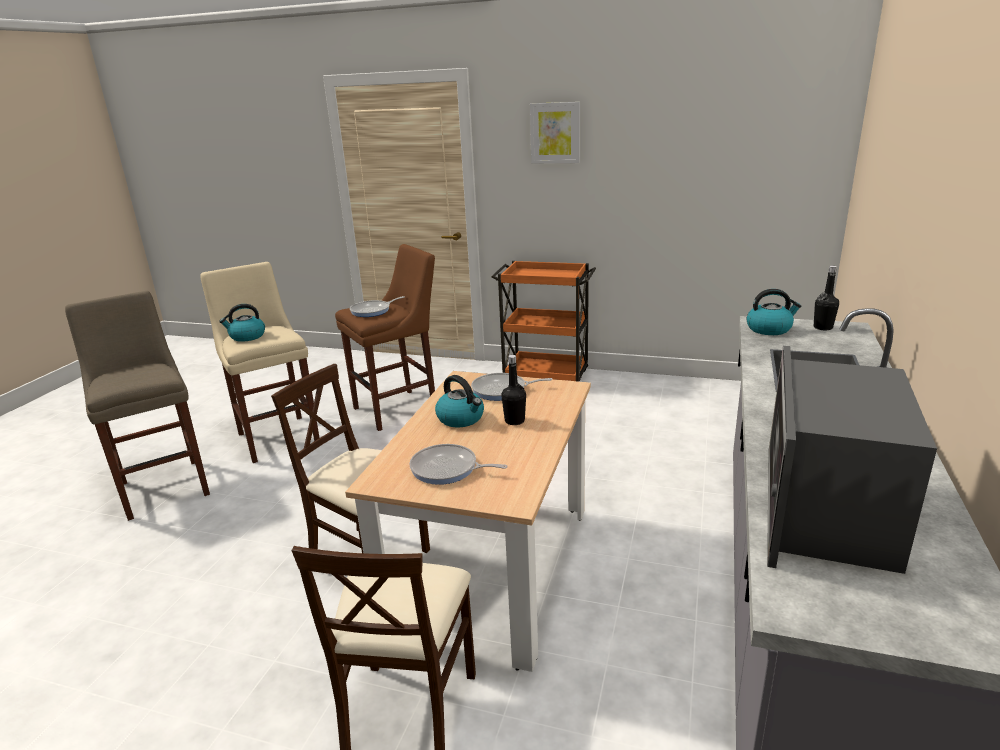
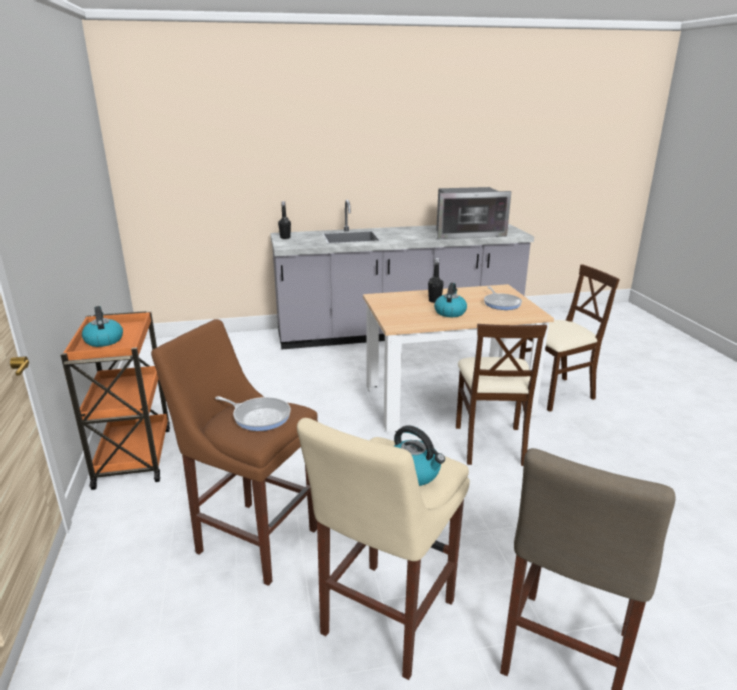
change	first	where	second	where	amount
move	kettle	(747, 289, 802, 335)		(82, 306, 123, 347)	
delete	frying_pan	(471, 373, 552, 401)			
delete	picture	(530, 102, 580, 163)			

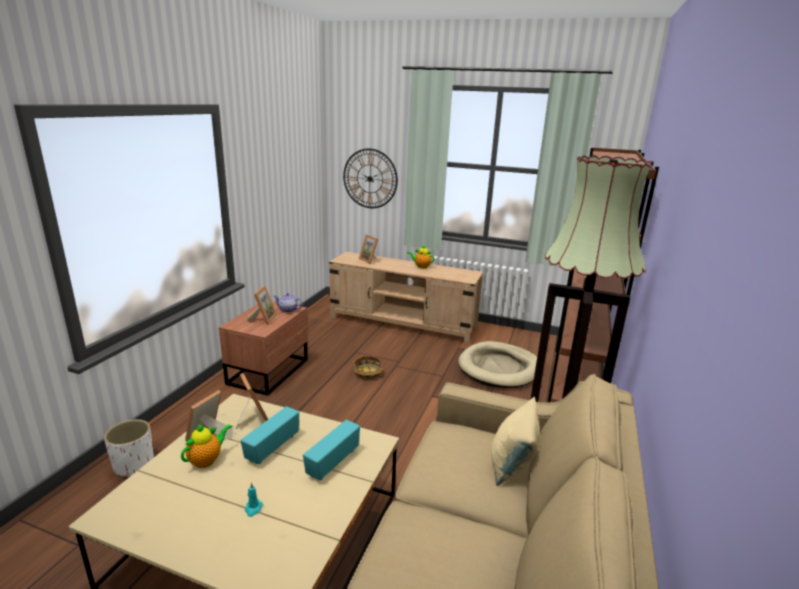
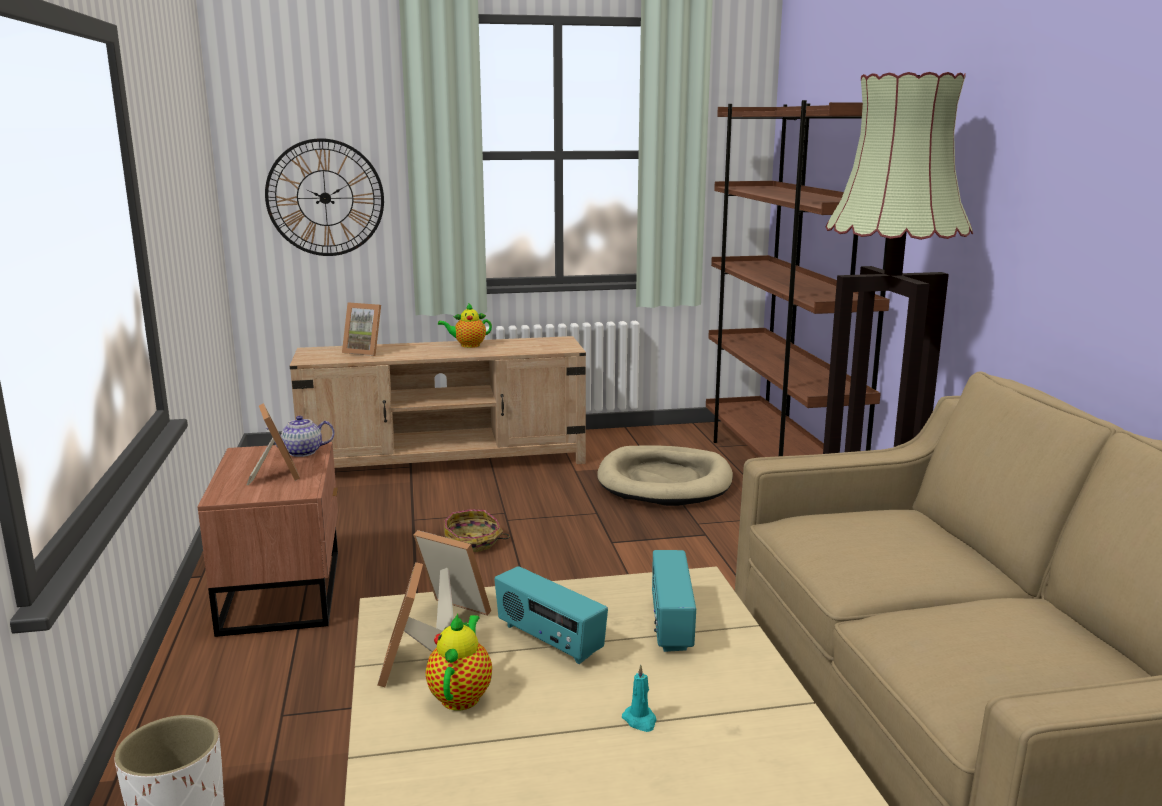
change	first	where	second	where	amount
rotate	radio	(241, 406, 299, 465)		(494, 566, 608, 664)	45 degrees counterclockwise
delete	beige_pillow	(491, 397, 540, 486)			

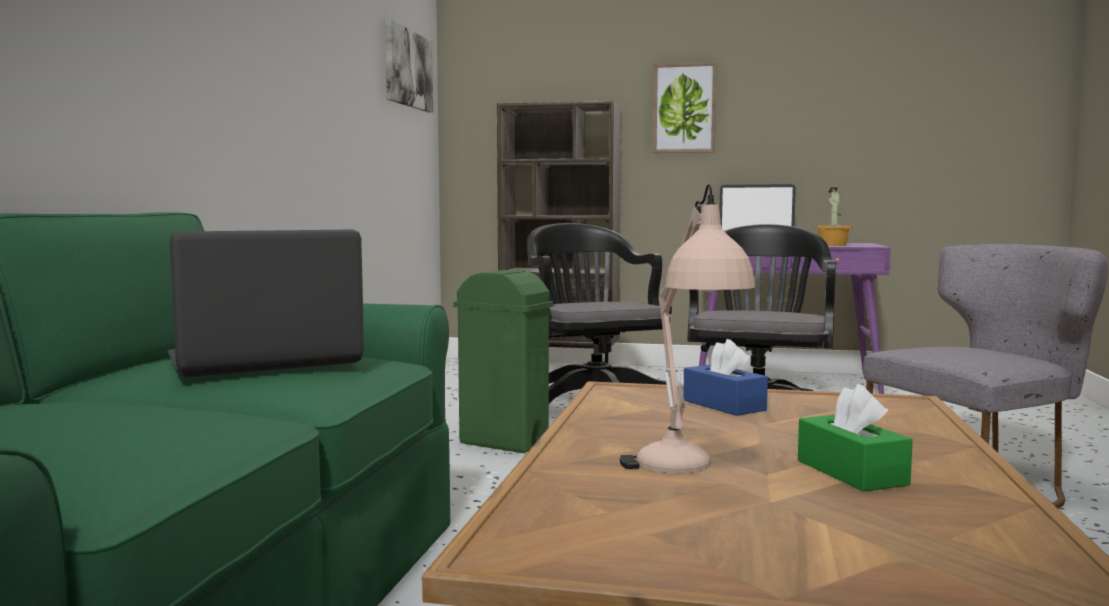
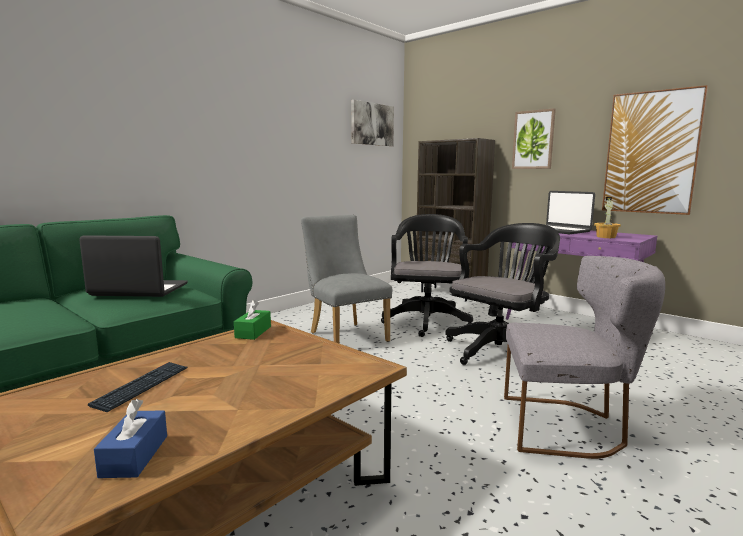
change	first	where	second	where	amount
replace	beige_table_lamp	(620, 184, 755, 474)	keyboard	(88, 362, 188, 412)	
move	blue_tissue_box	(683, 339, 768, 416)		(94, 399, 167, 478)	
move	green_tissue_box	(798, 384, 913, 491)		(234, 300, 271, 340)	
replace	green_trash_can	(453, 270, 553, 453)	grey_chair	(301, 215, 392, 343)	
insert			picture	(602, 85, 708, 215)	

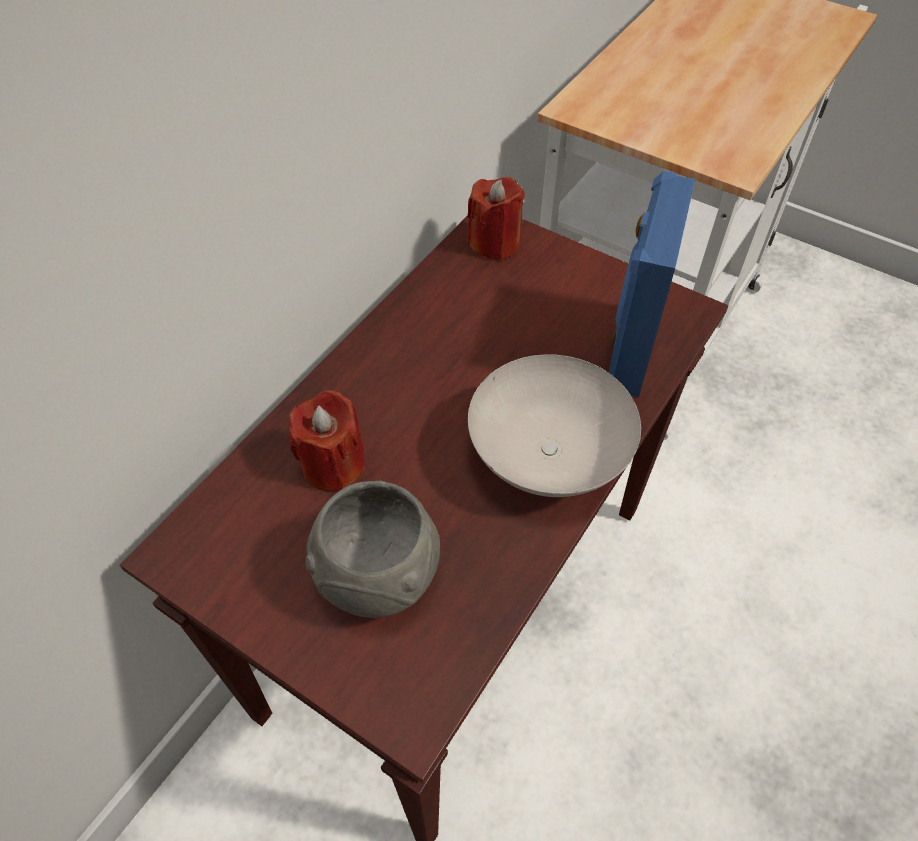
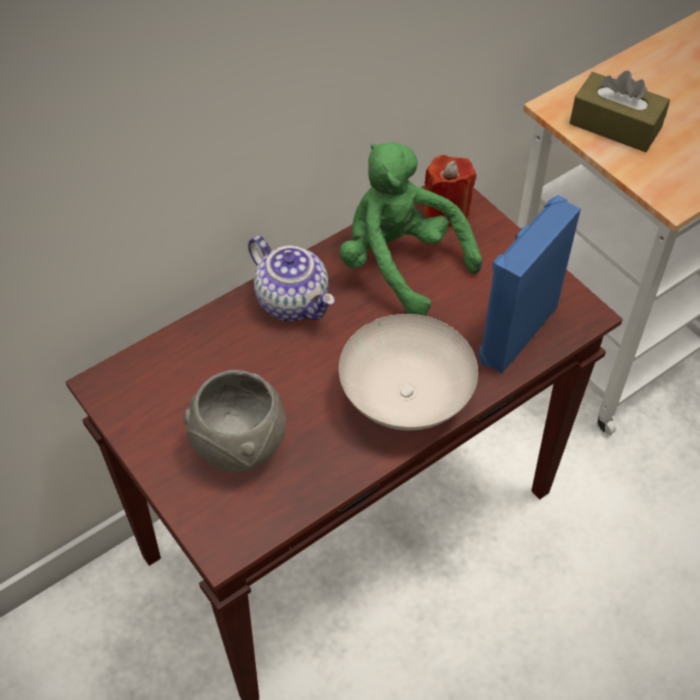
change	first	where	second	where	amount
insert			teapot	(248, 236, 335, 321)	
insert			green_plush_toy	(339, 142, 483, 316)	
insert			brown_tissue_box	(570, 71, 670, 152)	
delete	red_candle	(289, 390, 365, 491)			

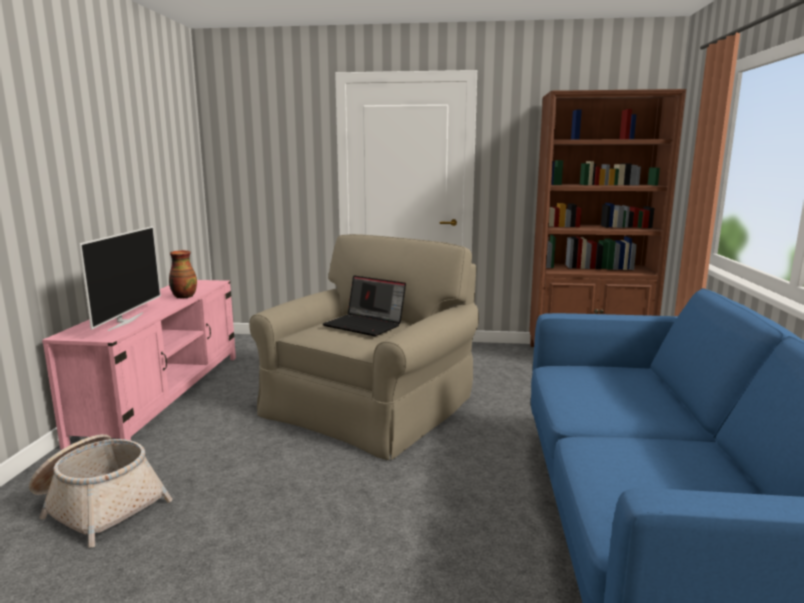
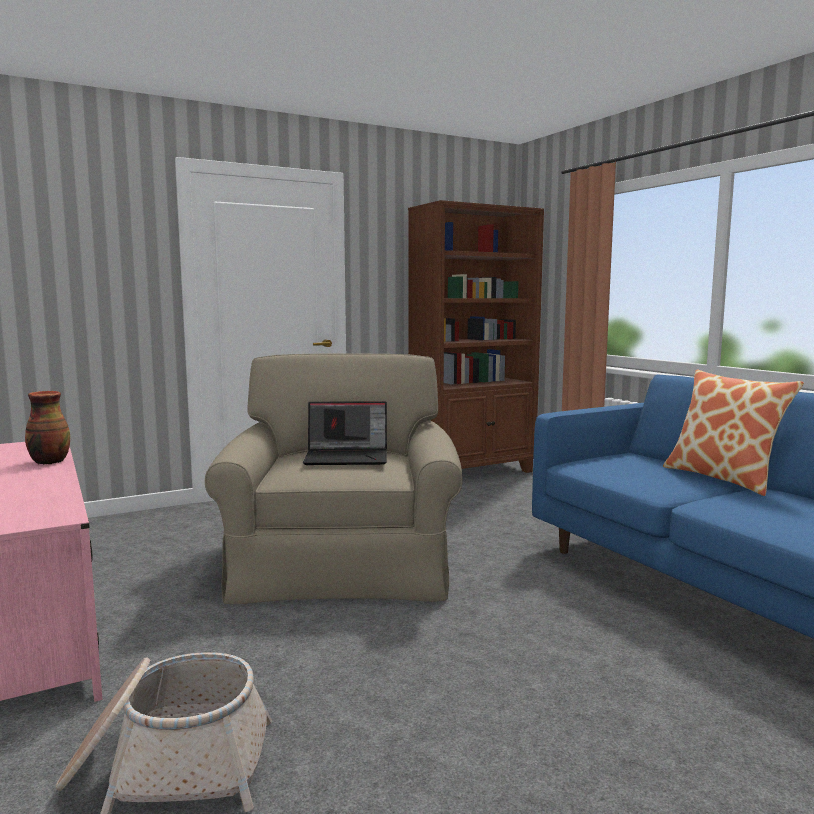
change	first	where	second	where	amount
insert			pillow	(663, 370, 804, 496)	
delete	television	(79, 226, 161, 331)			

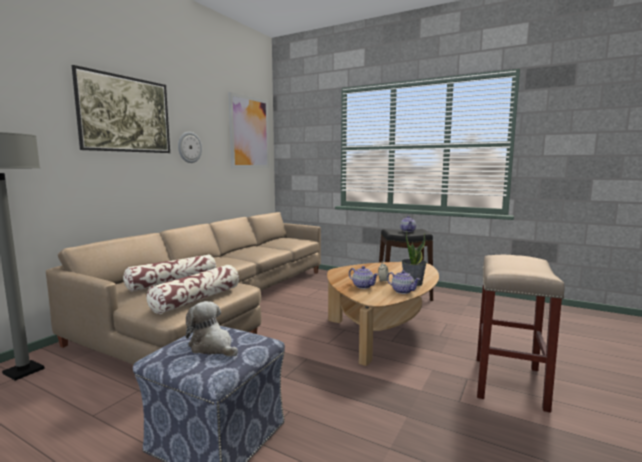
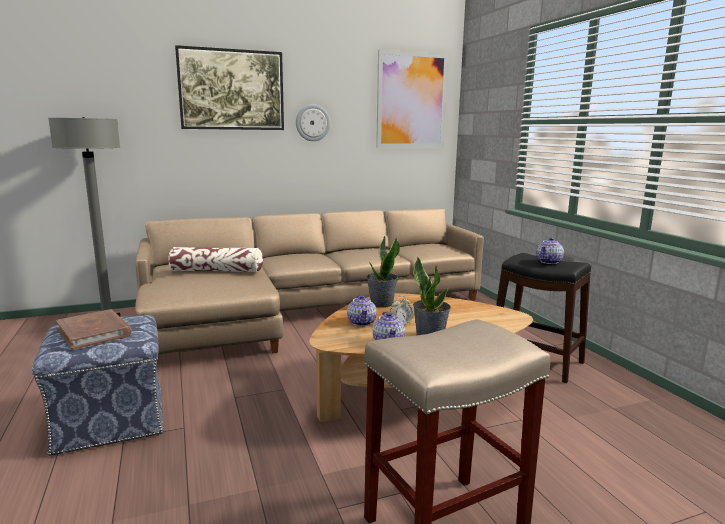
change	first	where	second	where	amount
replace	plush_toy	(186, 301, 238, 357)	brown_book	(56, 309, 132, 350)	
insert			potted_plant	(366, 236, 400, 308)	
delete	pillow	(146, 265, 239, 314)			

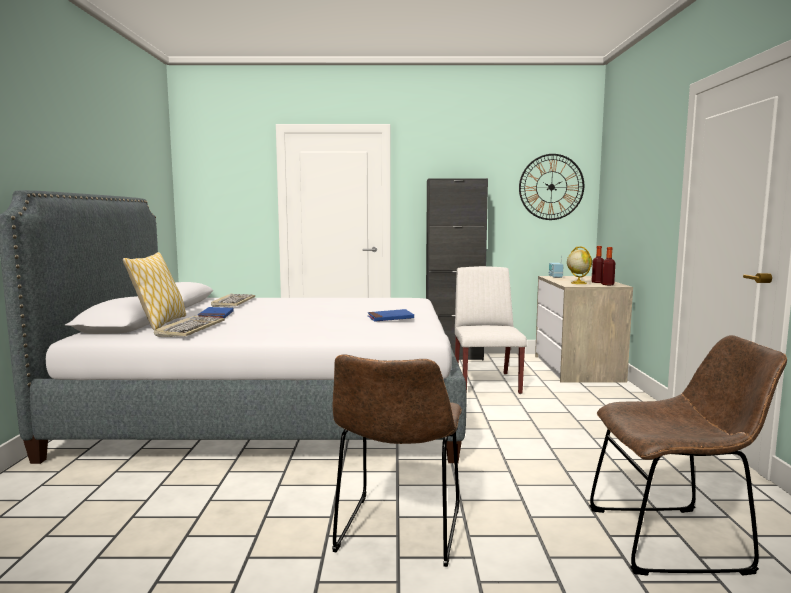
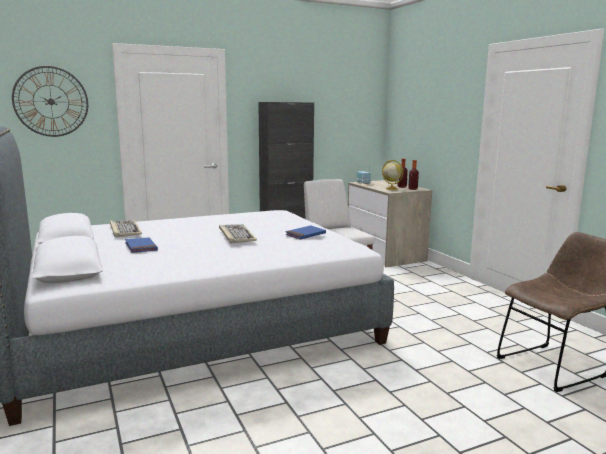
change	first	where	second	where	amount
move	wall_clock	(519, 154, 584, 220)		(12, 66, 88, 137)	
move	keyboard	(154, 316, 225, 337)		(219, 224, 257, 244)	
delete	pillow	(123, 252, 186, 330)			
delete	brown_chair	(332, 354, 462, 567)			

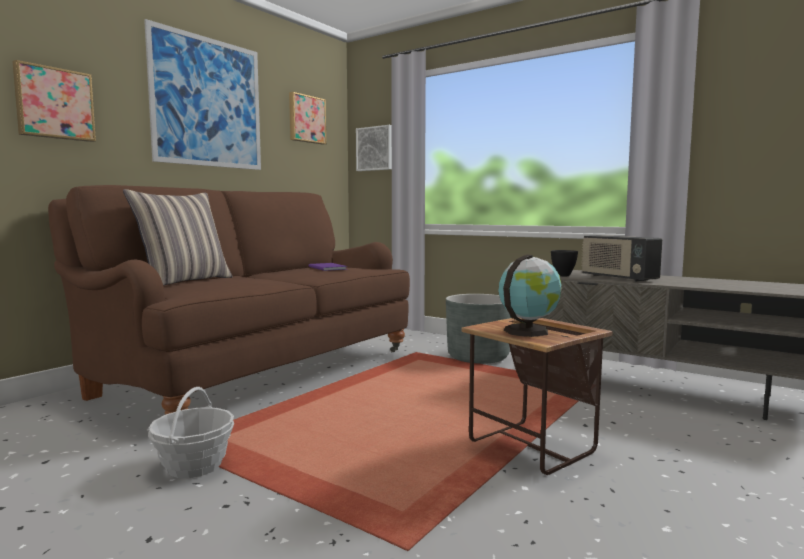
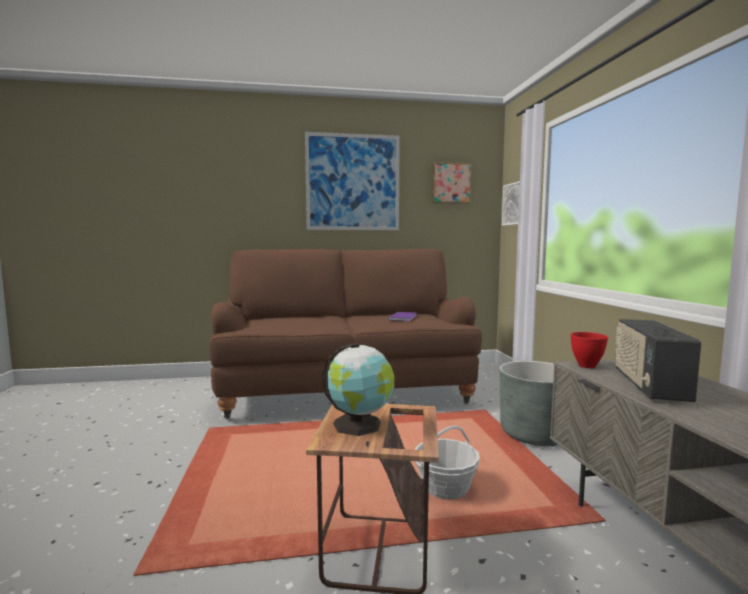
change	first	where	second	where	amount
move	basket	(148, 387, 234, 478)		(415, 426, 480, 499)	
recolor	black_bowl	(551, 250, 578, 276)	red_bowl	(570, 332, 608, 368)	
delete	picture	(12, 60, 96, 142)			
delete	pillow	(123, 189, 232, 286)			

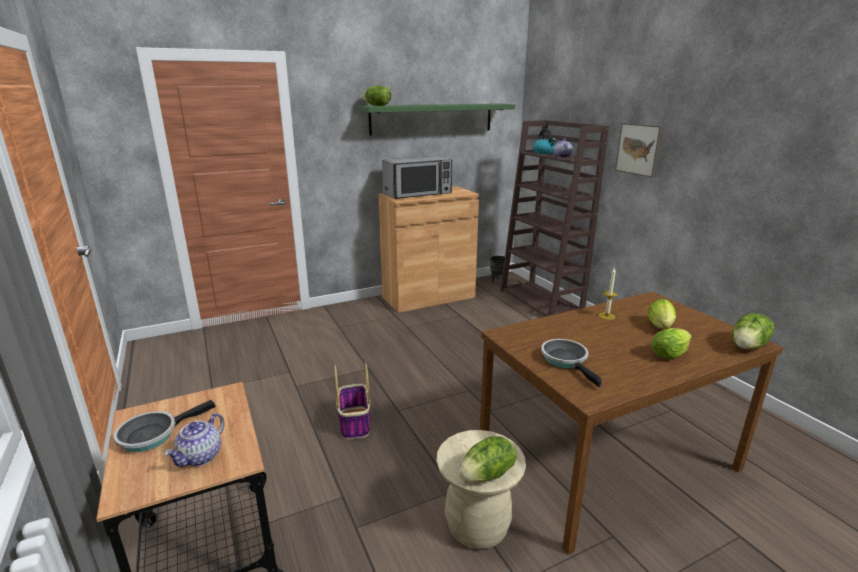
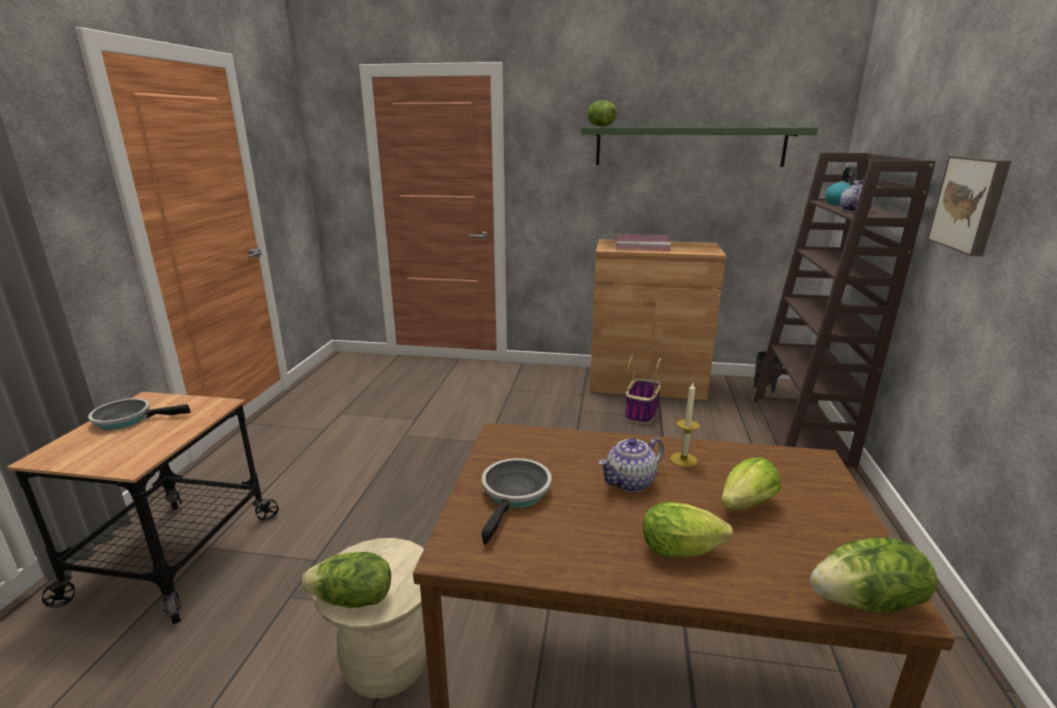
change	first	where	second	where	amount
move	teapot	(164, 413, 225, 467)		(598, 438, 664, 492)	
replace	microwave	(382, 156, 452, 199)	pink_tray	(616, 234, 671, 251)	
move	basket	(335, 363, 370, 439)		(625, 353, 663, 424)	

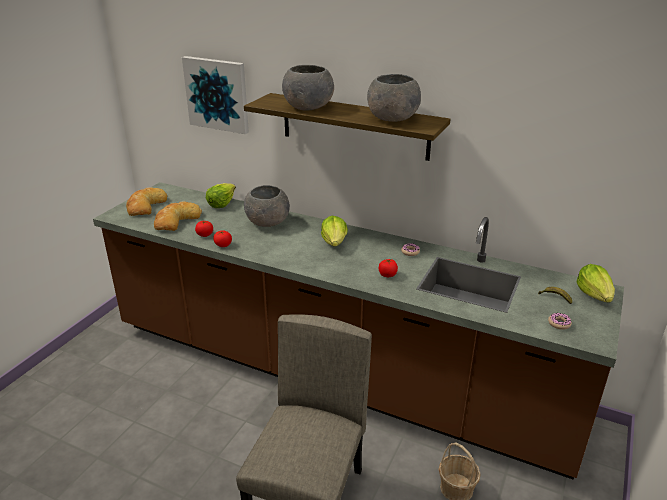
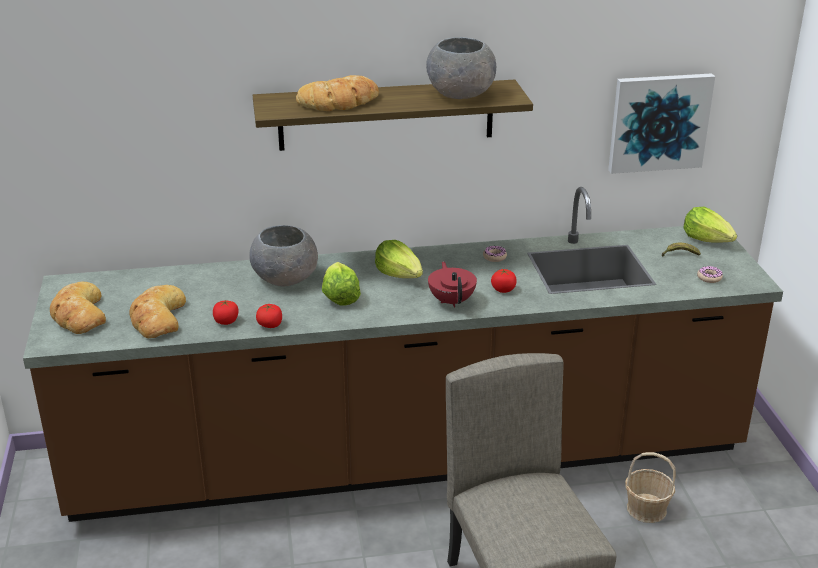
change	first	where	second	where	amount
replace	grey_bowl	(282, 65, 334, 111)	bread	(296, 75, 379, 111)	
move	lettuce	(206, 183, 236, 208)		(322, 262, 361, 306)	
insert			red_teapot	(428, 261, 477, 307)	
move	picture	(182, 56, 249, 134)		(608, 73, 715, 174)	

